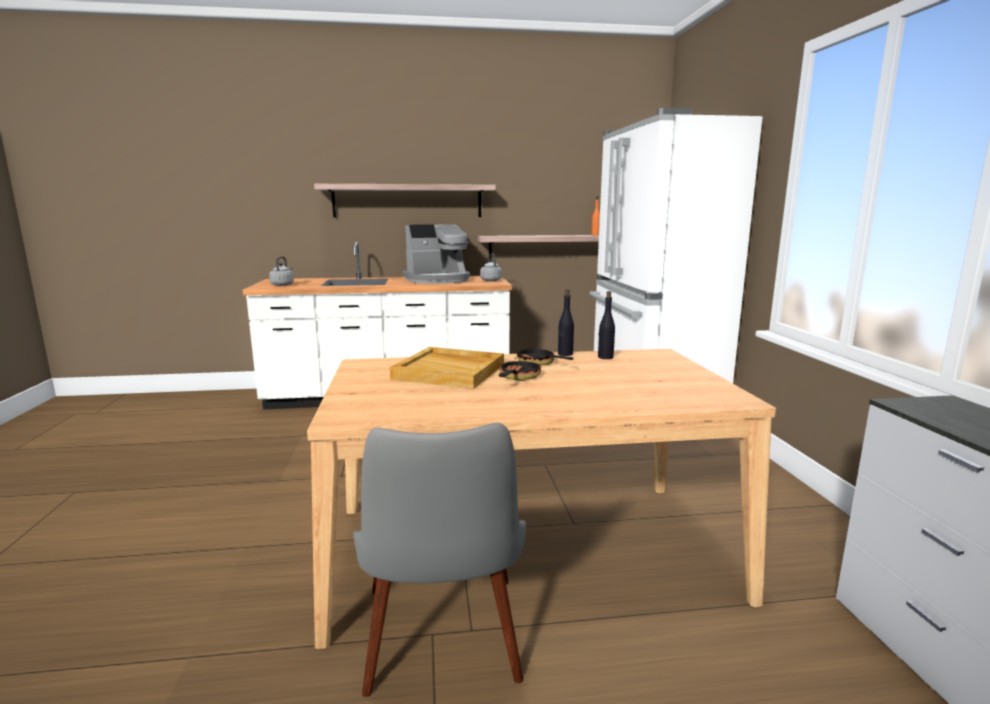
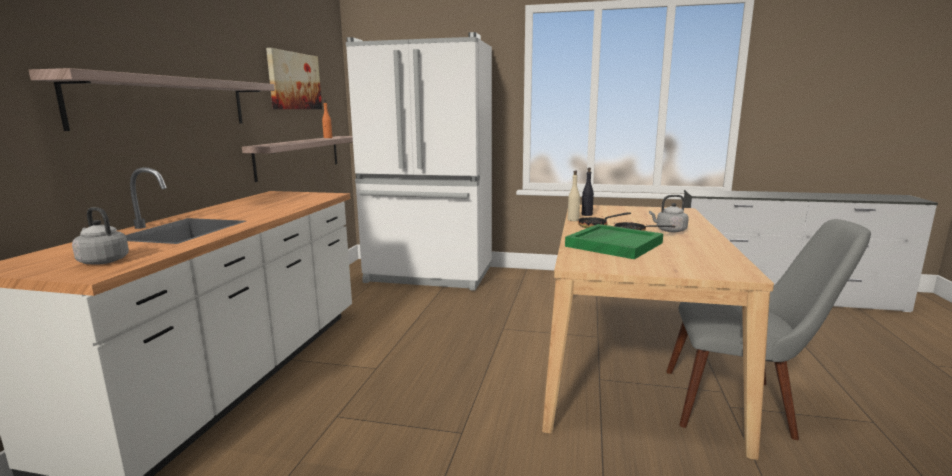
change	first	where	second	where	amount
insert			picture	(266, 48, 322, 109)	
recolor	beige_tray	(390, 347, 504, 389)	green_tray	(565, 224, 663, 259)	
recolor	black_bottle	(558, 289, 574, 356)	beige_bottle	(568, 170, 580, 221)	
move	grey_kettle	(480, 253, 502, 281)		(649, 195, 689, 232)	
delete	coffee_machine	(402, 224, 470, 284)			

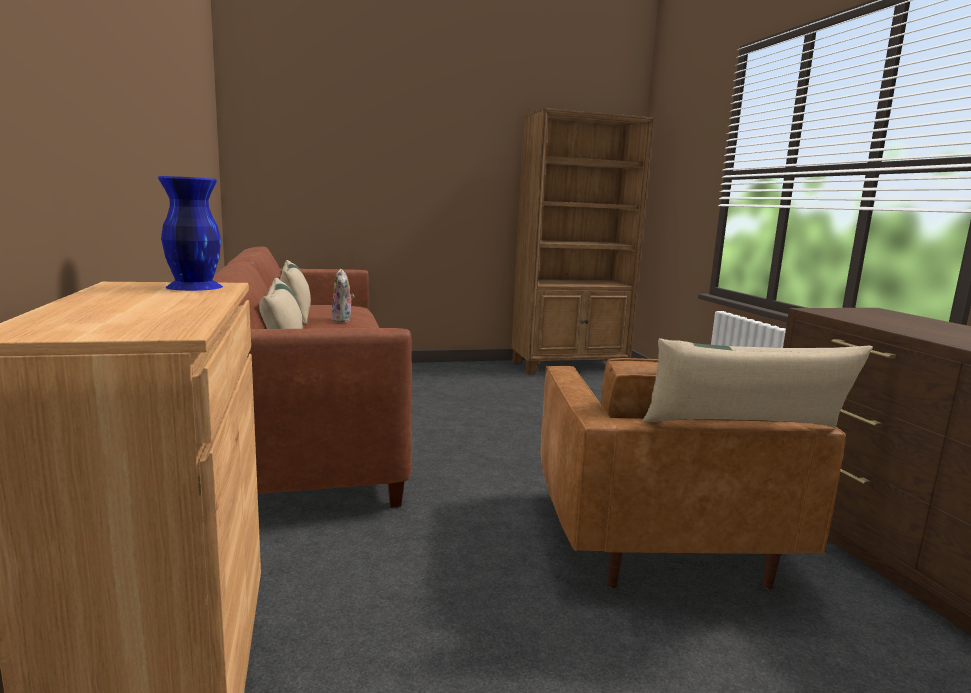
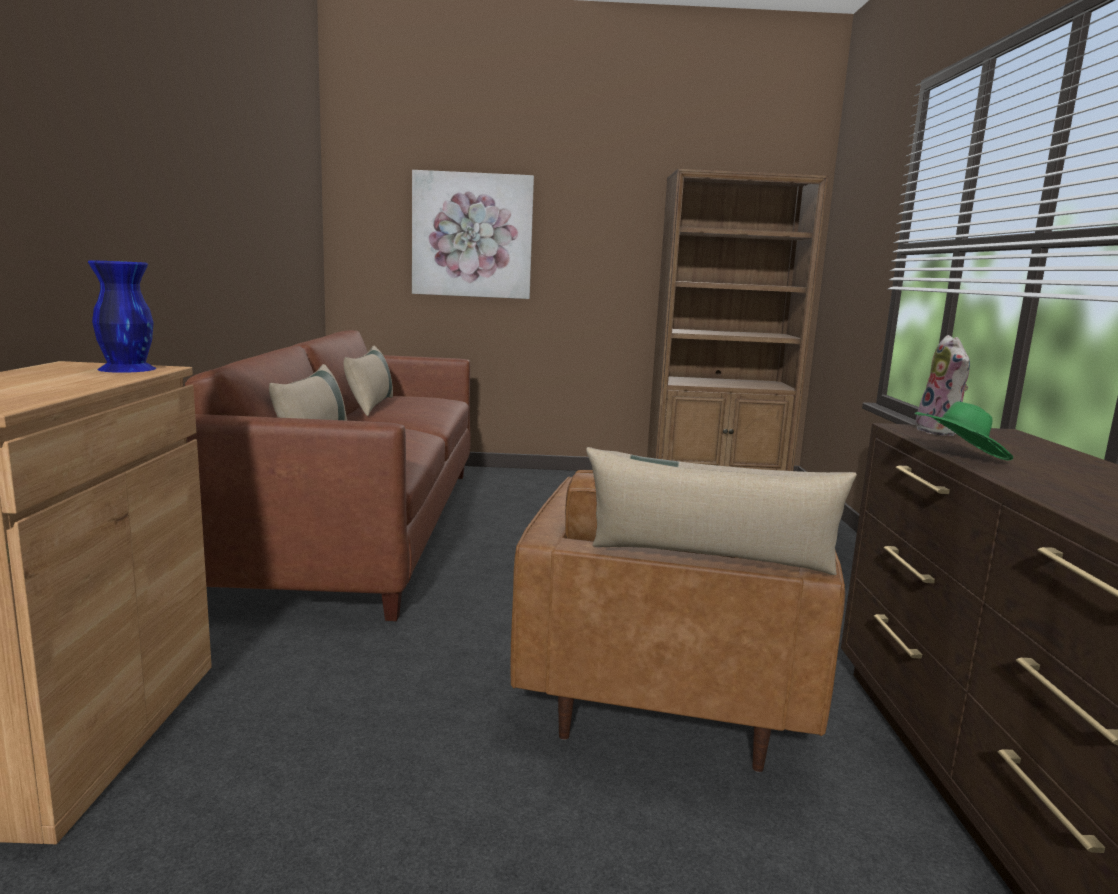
change	first	where	second	where	amount
insert			picture	(412, 170, 534, 299)	
move	plush_toy	(331, 269, 355, 322)		(915, 335, 970, 436)	
insert			green_hat	(915, 401, 1013, 460)	

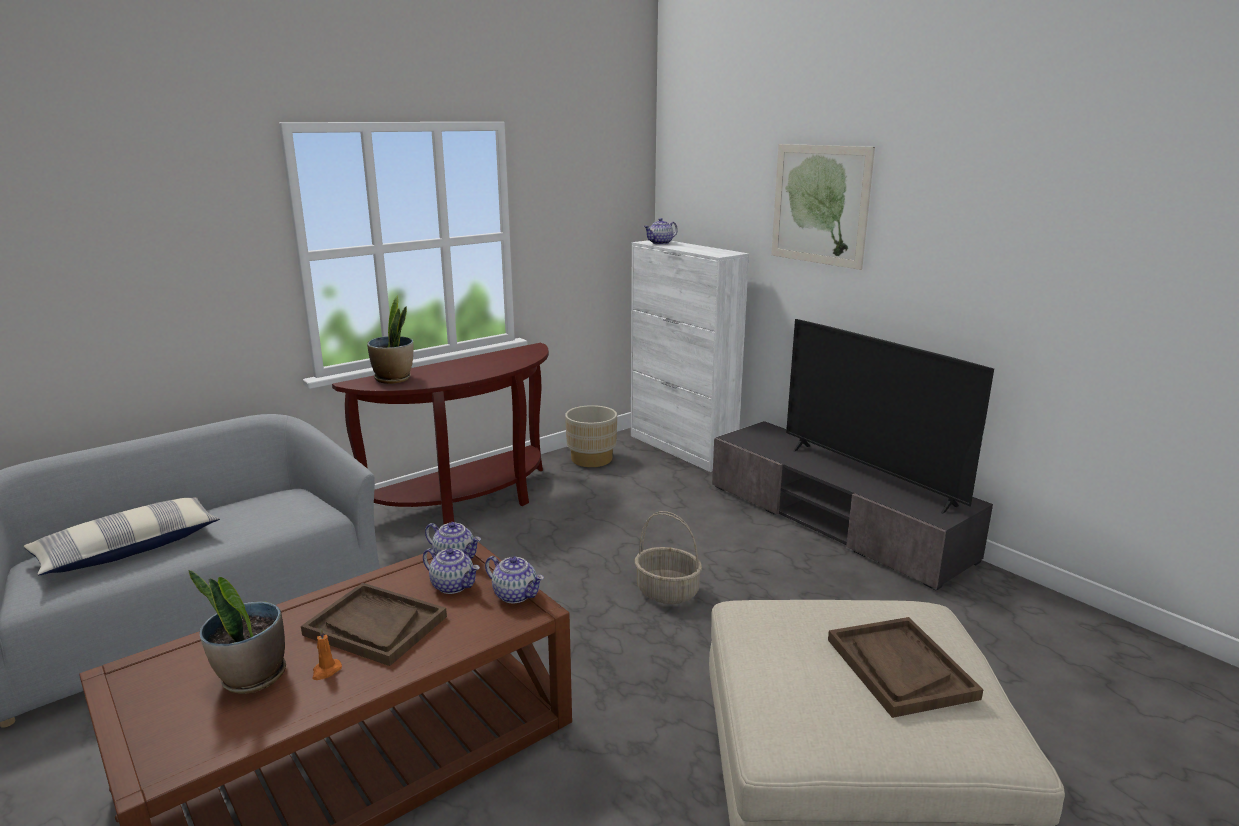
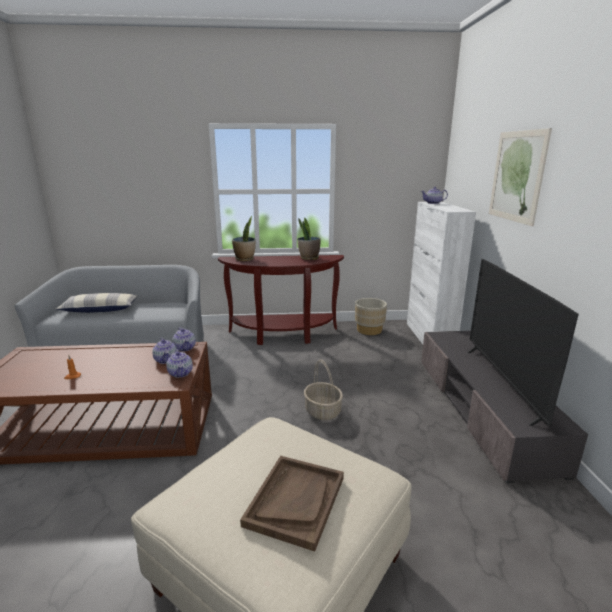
change	first	where	second	where	amount
move	potted_plant	(189, 570, 286, 694)		(298, 217, 321, 260)	
delete	brown_tray	(301, 583, 447, 666)			

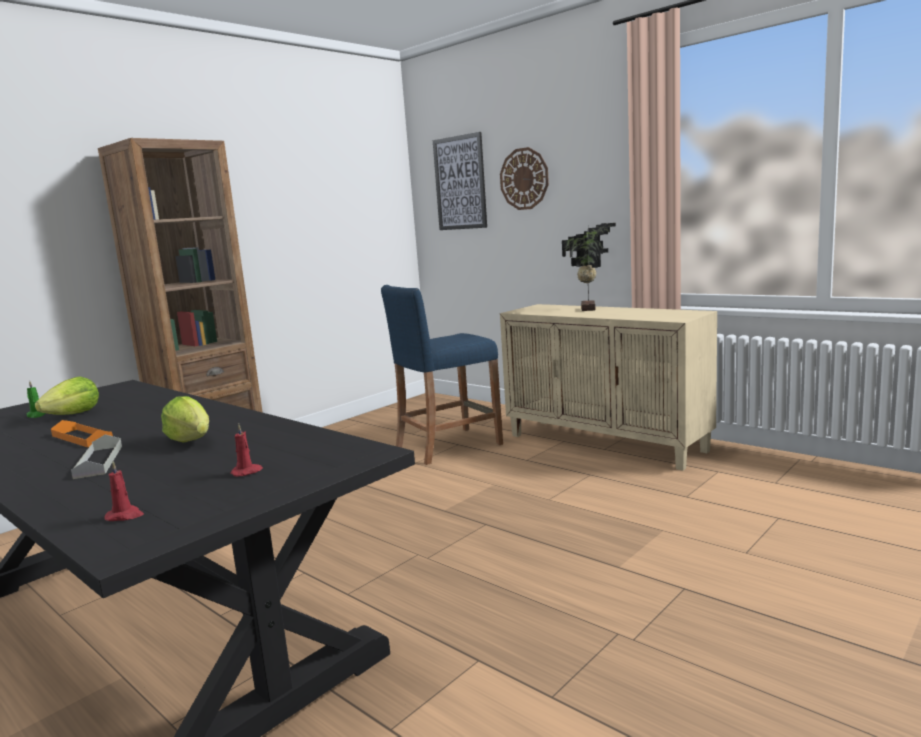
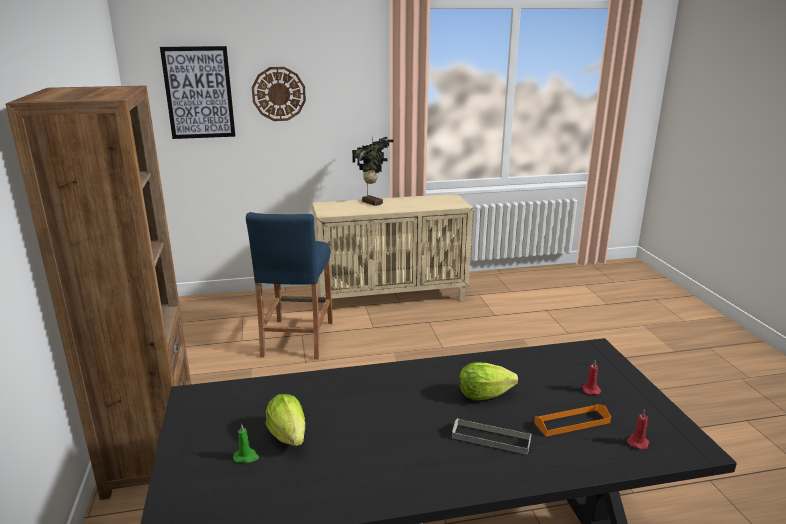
change	first	where	second	where	amount
move	orange_tray	(51, 420, 113, 447)		(534, 404, 611, 437)	

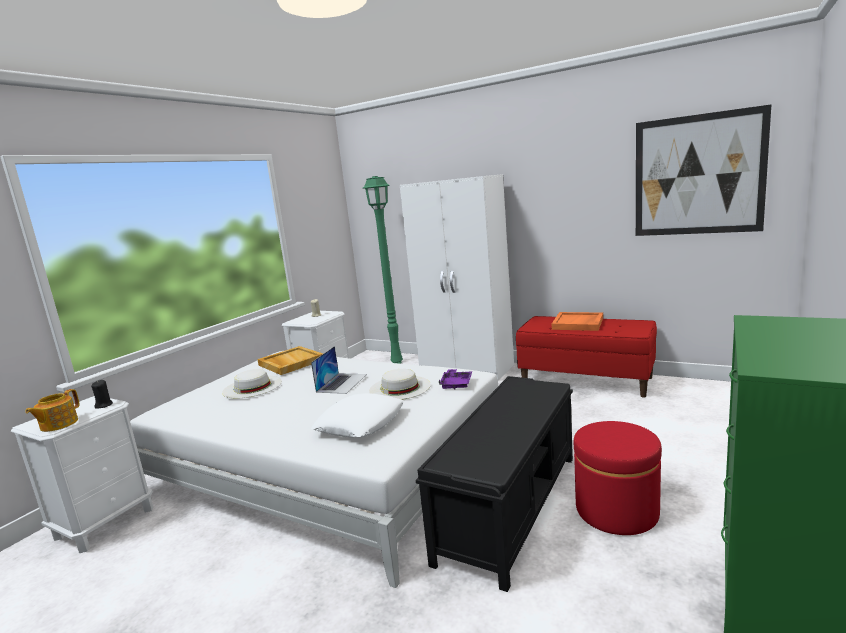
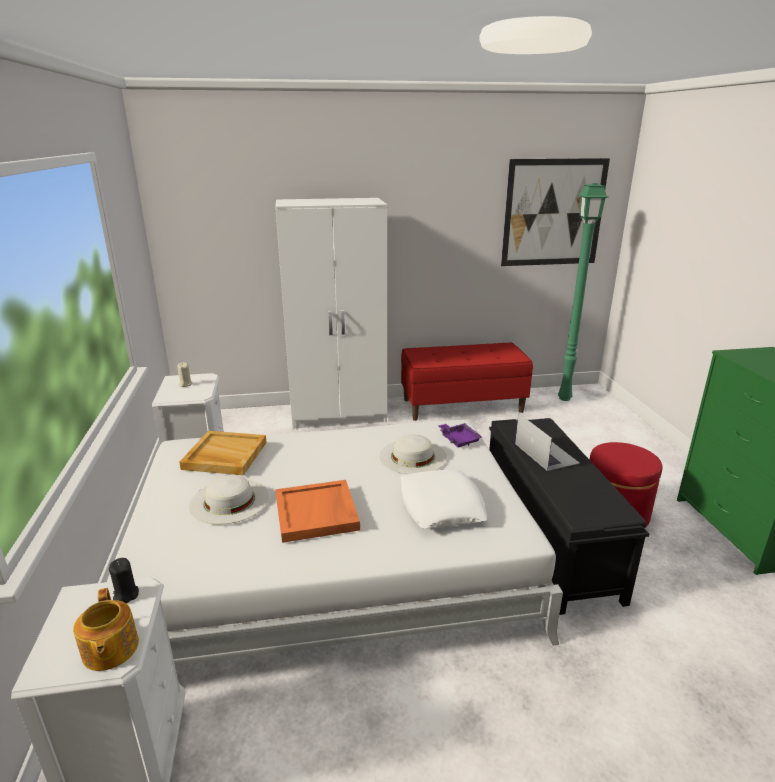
change	first	where	second	where	amount
move	orange_tray	(552, 312, 603, 331)		(275, 480, 360, 543)	
move	laptop	(311, 346, 367, 394)		(515, 413, 580, 471)	
move	green_floor_lamp	(363, 176, 403, 364)		(558, 183, 608, 401)	

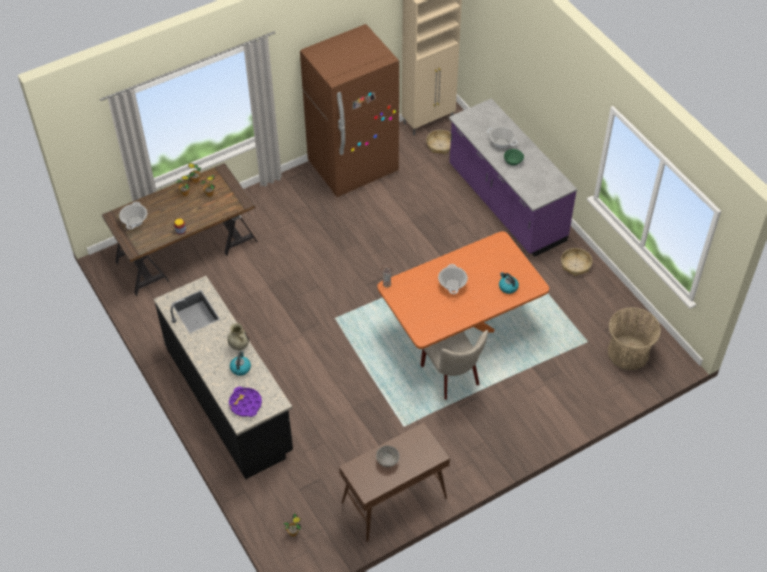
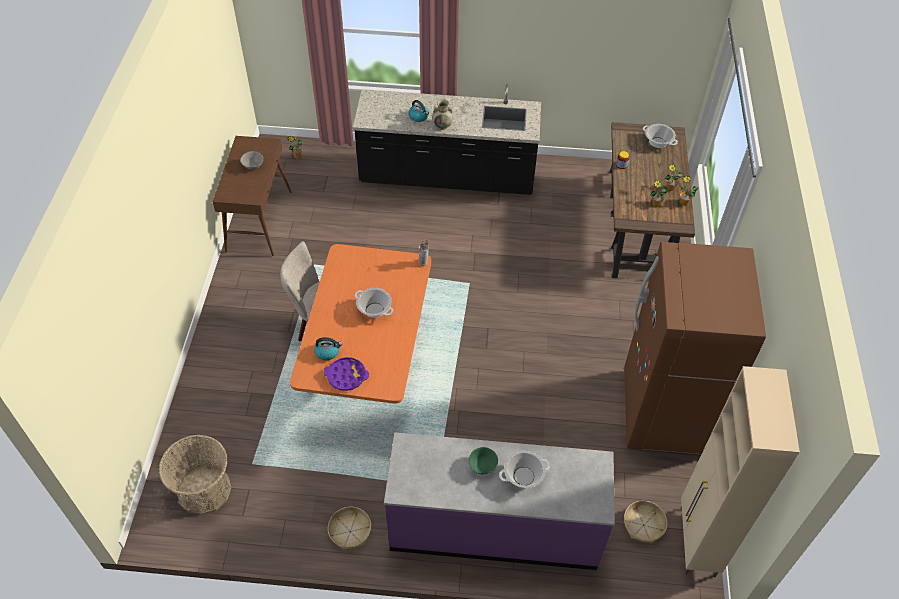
change	first	where	second	where	amount
move	purple_tray	(229, 387, 262, 417)		(324, 357, 369, 391)	

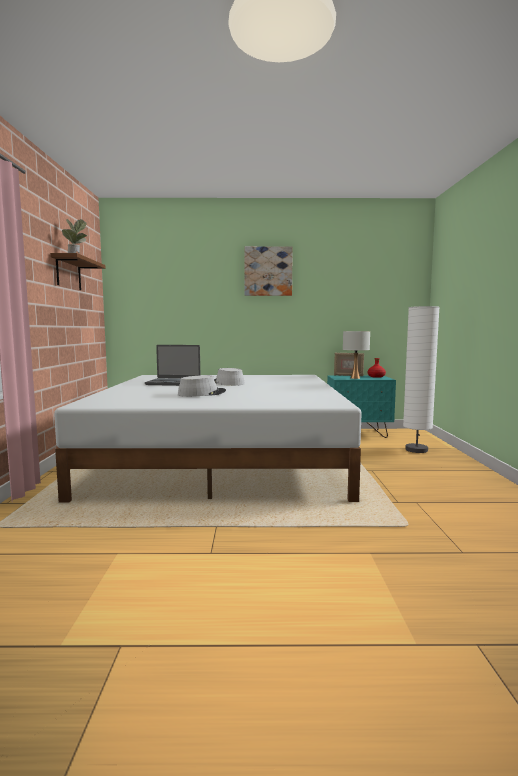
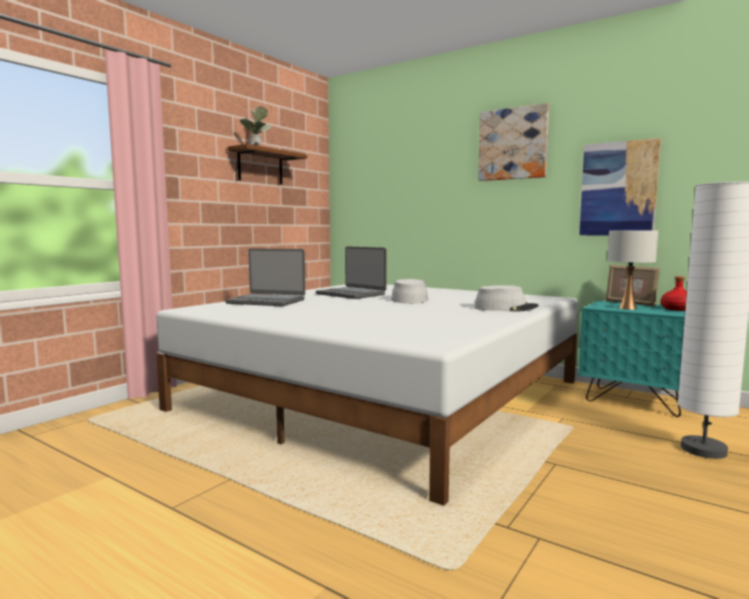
change	first	where	second	where	amount
insert			laptop	(225, 248, 305, 306)	
move	grey_hat	(178, 375, 226, 397)		(474, 285, 539, 311)	
insert			picture	(579, 138, 661, 236)	

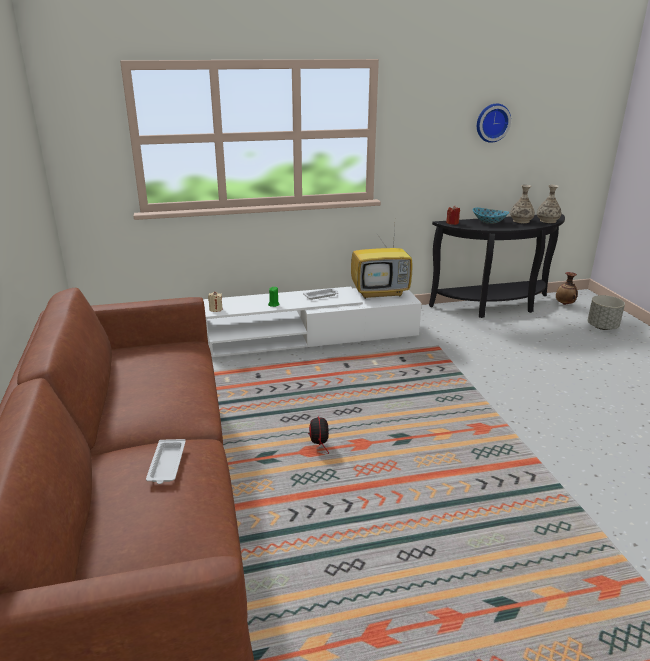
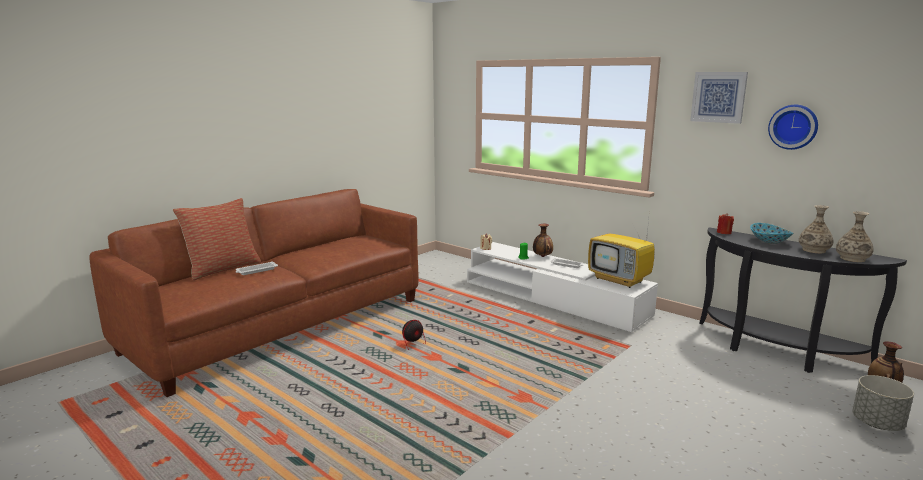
change	first	where	second	where	amount
insert			pillow	(173, 198, 261, 280)	
insert			vase	(533, 224, 553, 257)	
insert			picture	(690, 72, 748, 124)	

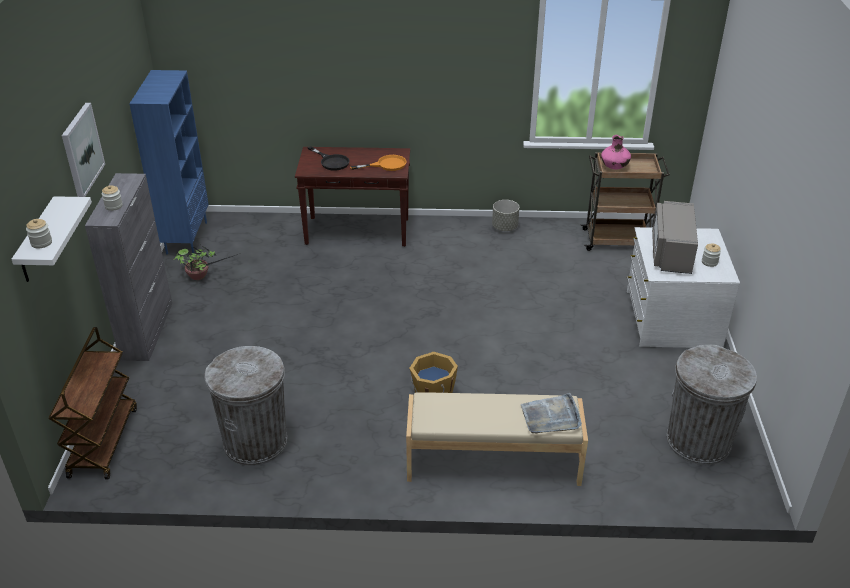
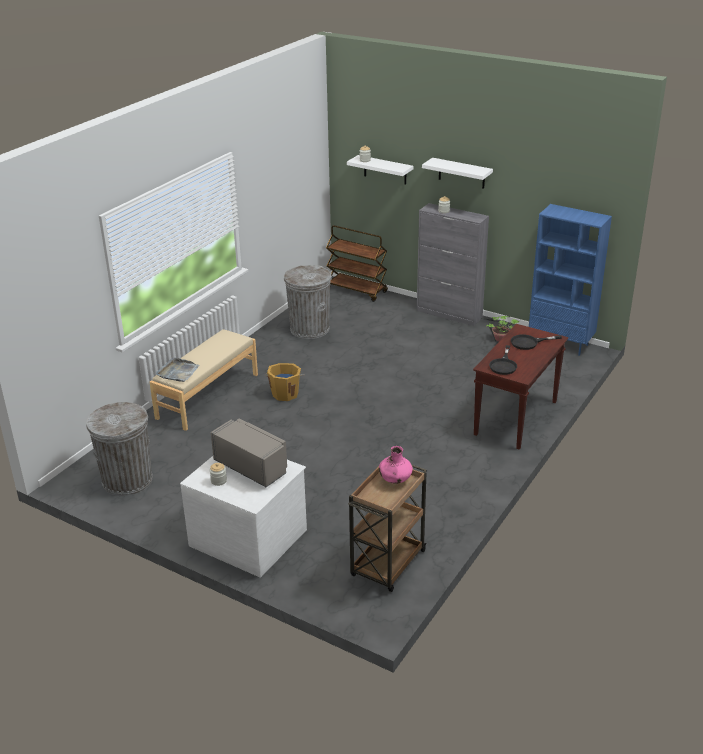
change	first	where	second	where	amount
replace	picture	(62, 103, 105, 197)	white_shelf	(422, 158, 493, 189)	
recolor	orange_frying_pan	(350, 155, 407, 171)	black_frying_pan	(489, 345, 517, 375)	
delete	grey_planter	(492, 200, 519, 231)			

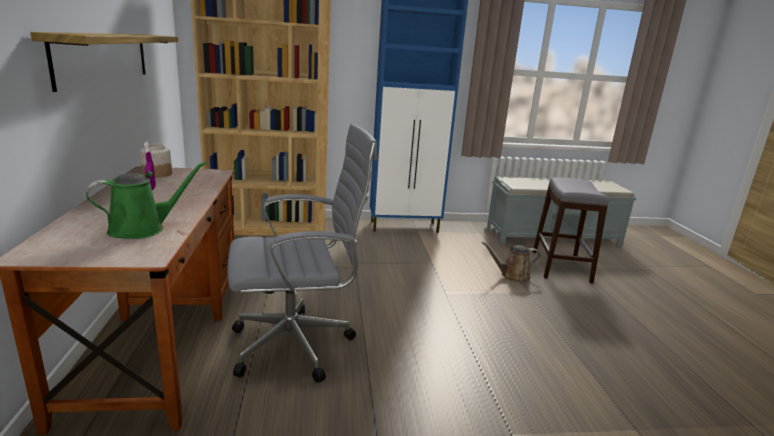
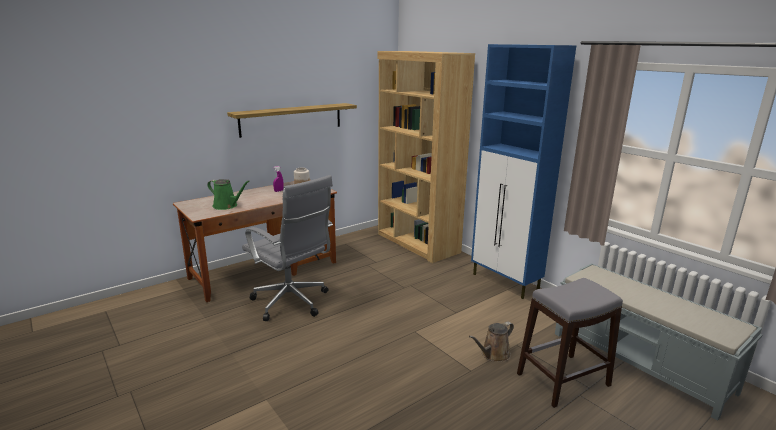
change	first	where	second	where	amount
rotate	brown_watering_can	(482, 242, 541, 282)		(469, 322, 514, 362)	90 degrees counterclockwise

